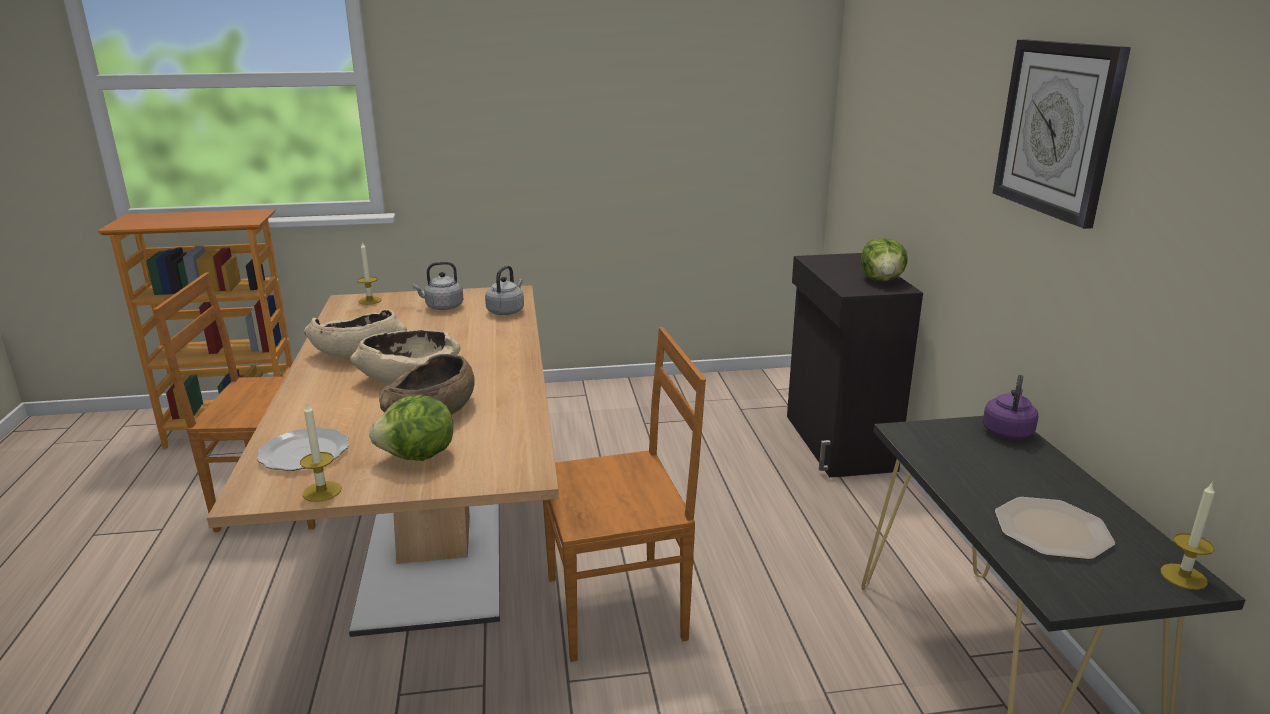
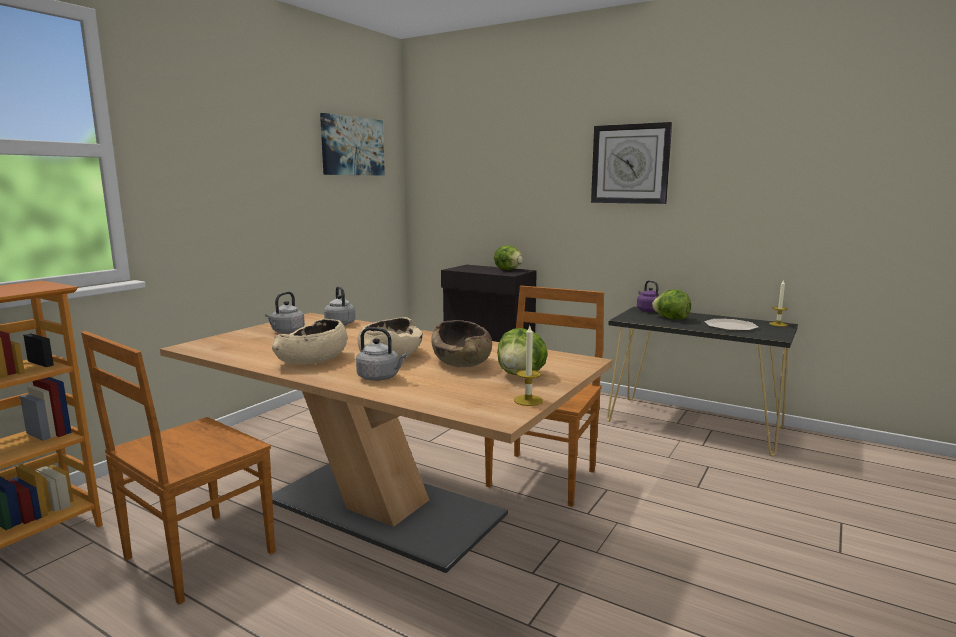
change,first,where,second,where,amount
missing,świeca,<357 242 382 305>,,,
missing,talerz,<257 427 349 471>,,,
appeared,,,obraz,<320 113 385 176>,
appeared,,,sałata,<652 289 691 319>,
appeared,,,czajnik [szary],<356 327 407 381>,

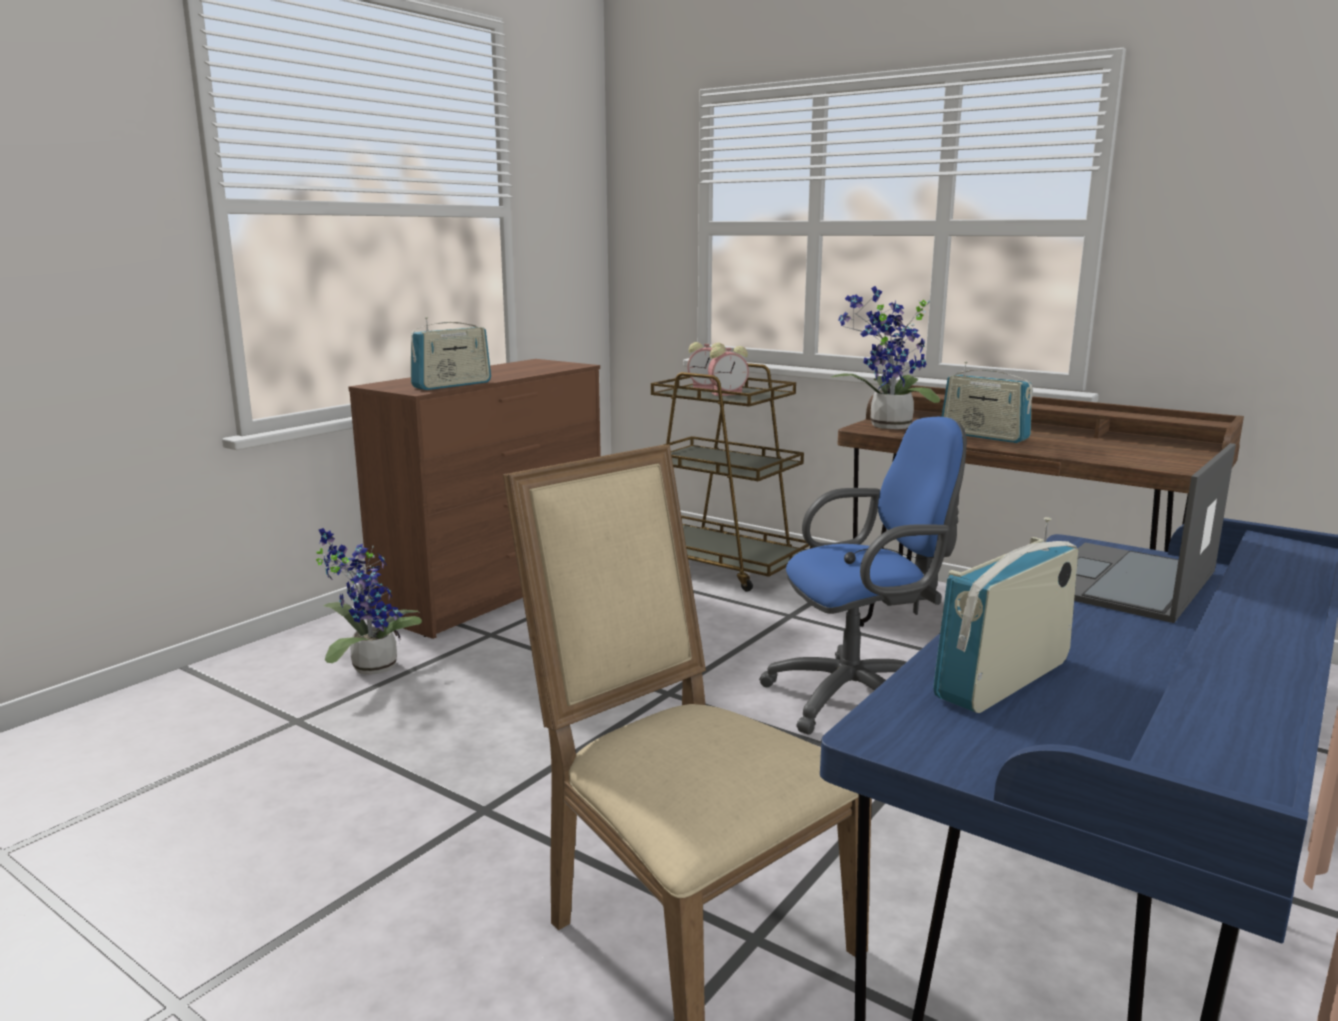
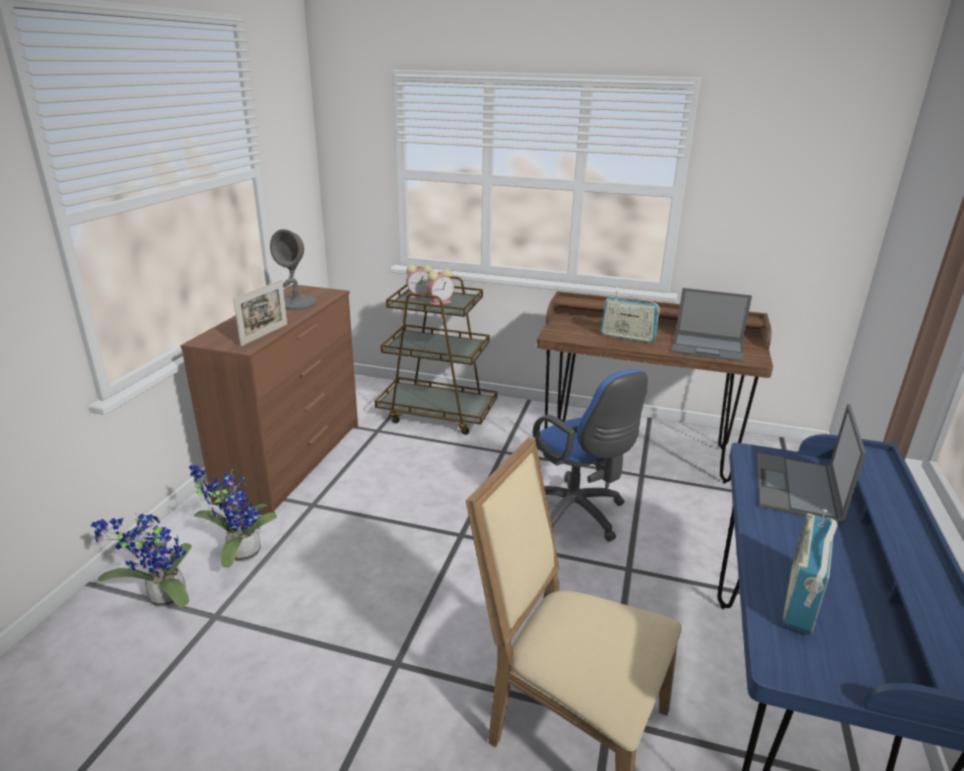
change,first,where,second,where,amount
relocated,roślina doniczkowa,<831 286 940 429>,,<91 512 192 607>,
exchanged,radio,<411 317 491 390>,ramka na zdjęcie,<233 280 287 346>,
spun,krzesło biurowe [niebieski],<759 417 967 735>,,<533 369 648 542>,90 degrees clockwise
appeared,,,lampa stołowa [szary],<270 229 316 310>,
appeared,,,laptop,<672 288 752 362>,

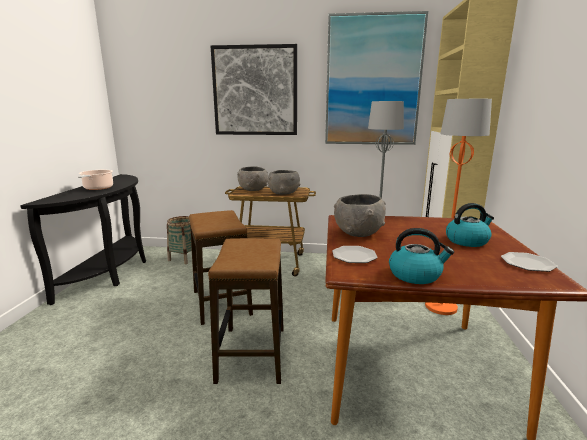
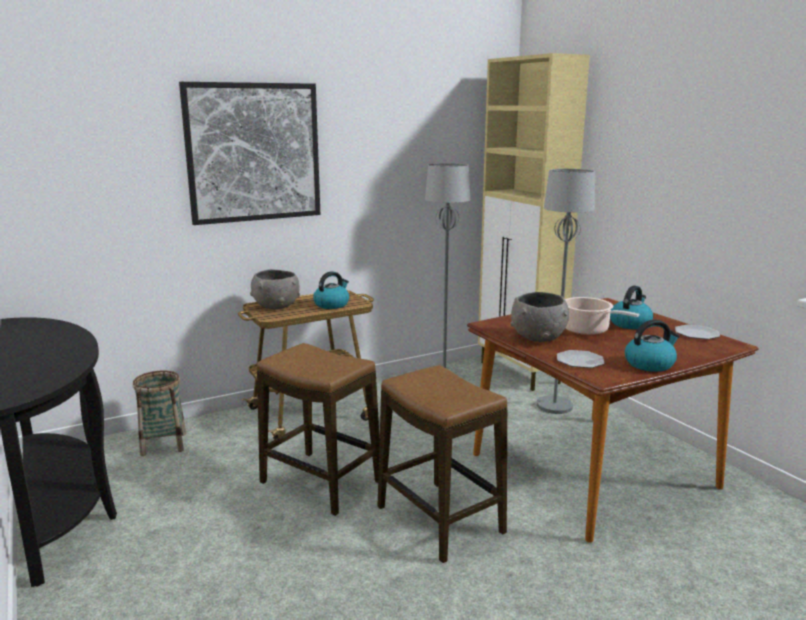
change,first,where,second,where,amount
missing,obraz,<325 11 428 145>,,,
colour,lampa stojąca [pomarańczowy],<425 99 492 315>,lampa stojąca [szary],<537 169 595 414>,
relocated,garnek,<78 170 113 190>,,<565 297 640 335>,
exchanged,miska [szary],<268 170 300 195>,czajnik,<313 271 349 309>,

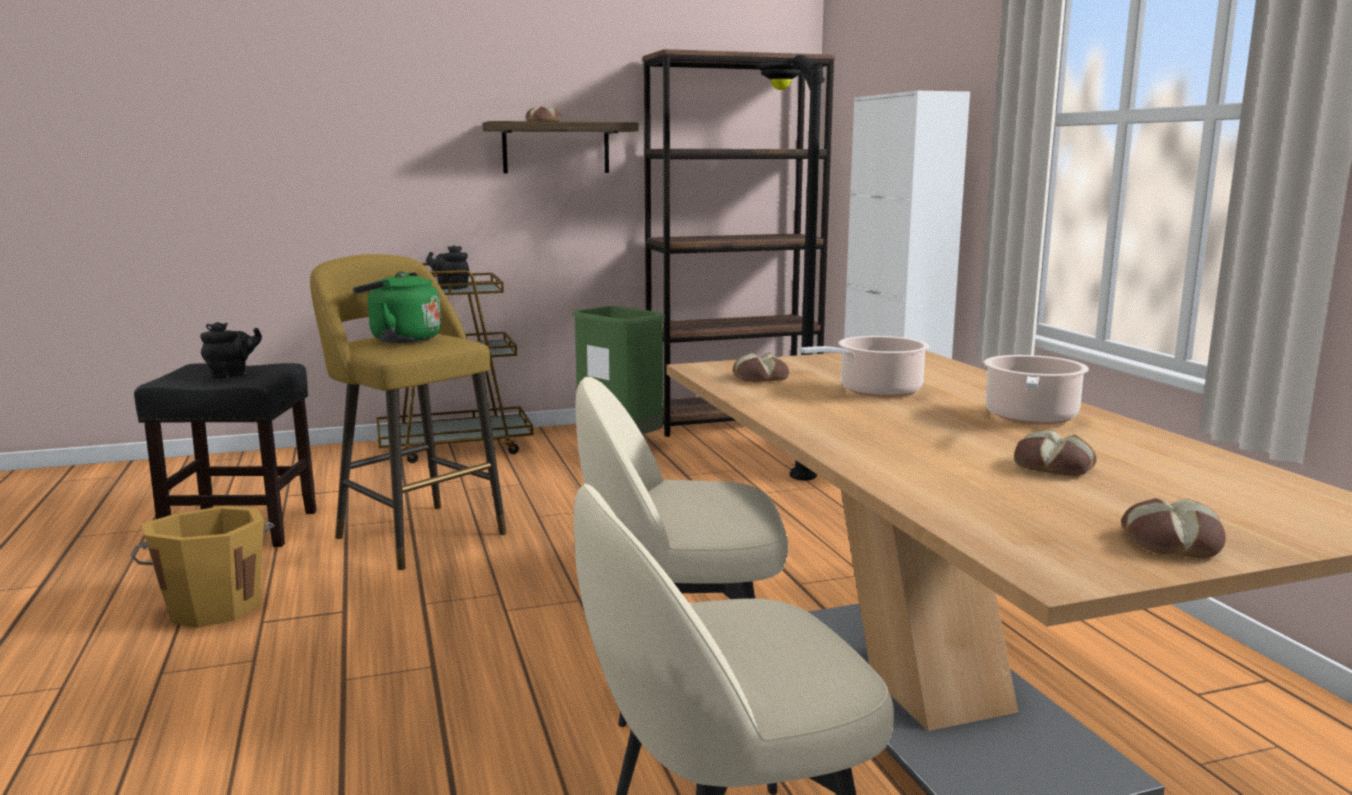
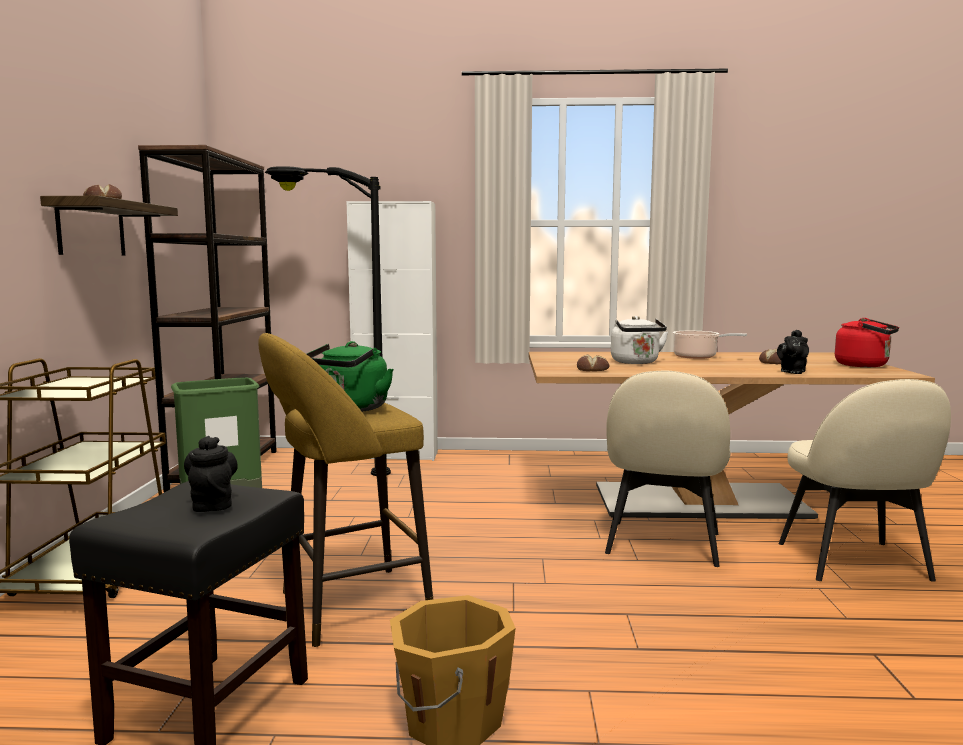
change,first,where,second,where,amount
relocated,imbryk [czarny],<426 245 469 290>,,<777 330 809 374>,
exchanged,garnek,<799 336 930 397>,czajnik [biały],<611 316 668 364>,
exchanged,chleb,<1121 498 1226 558>,czajnik [czerwony],<835 318 899 367>,

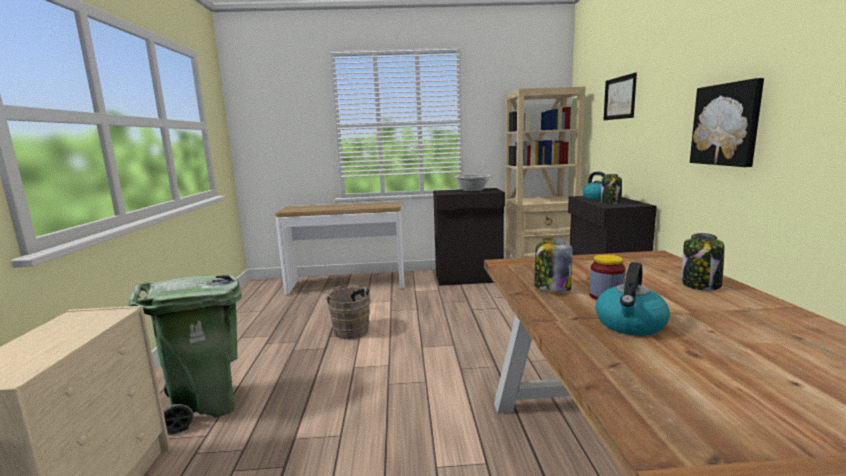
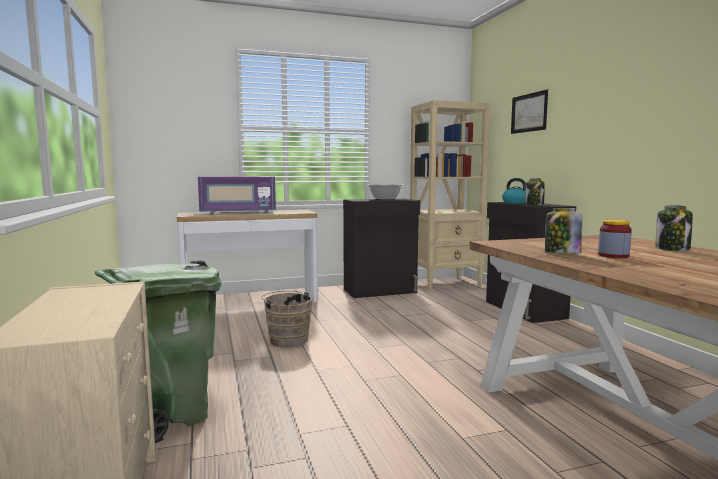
change,first,where,second,where,amount
missing,obraz,<690 78 764 167>,,,
missing,czajnik,<595 262 670 336>,,,
appeared,,,mikrofalówka [fioletowy],<198 176 276 214>,

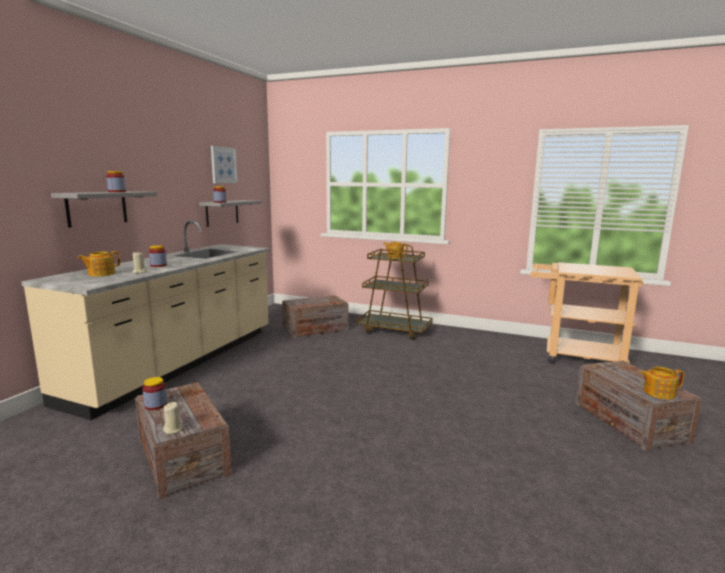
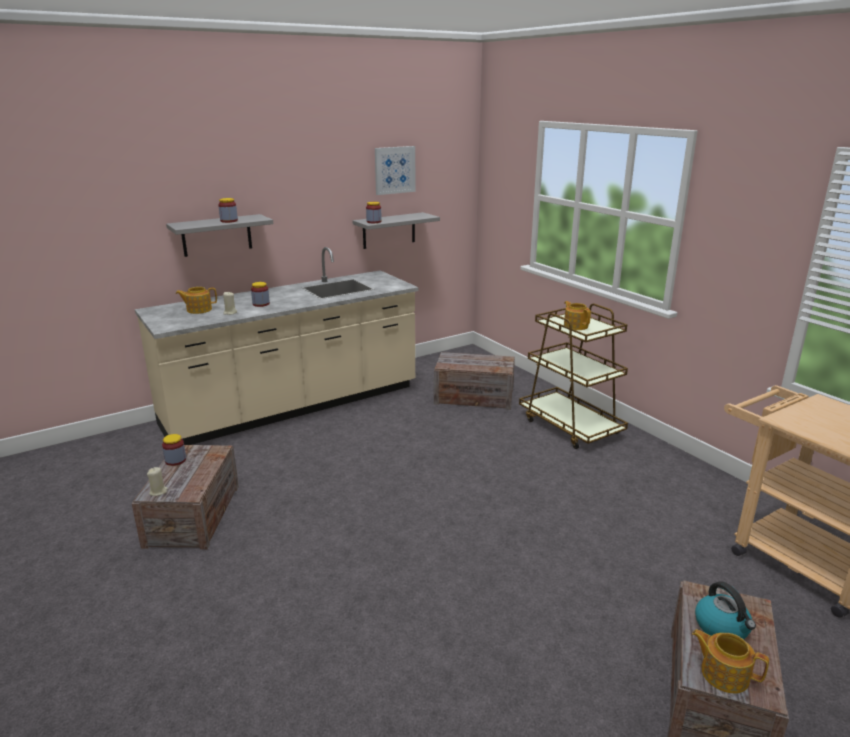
change,first,where,second,where,amount
appeared,,,czajnik,<695 581 756 639>,

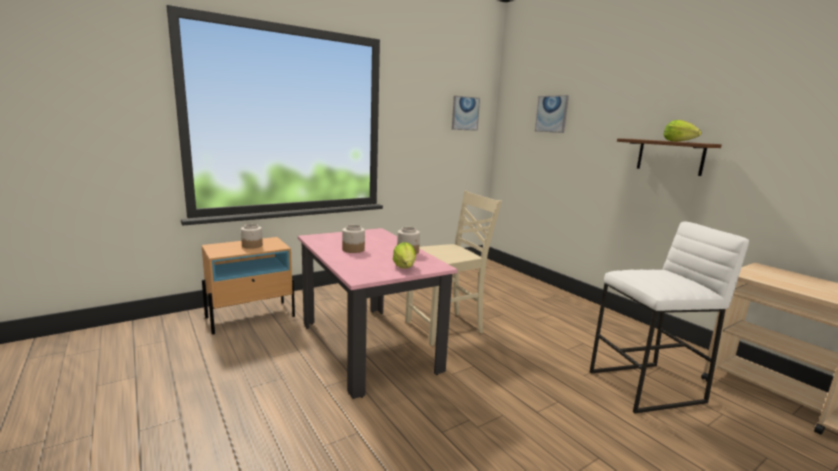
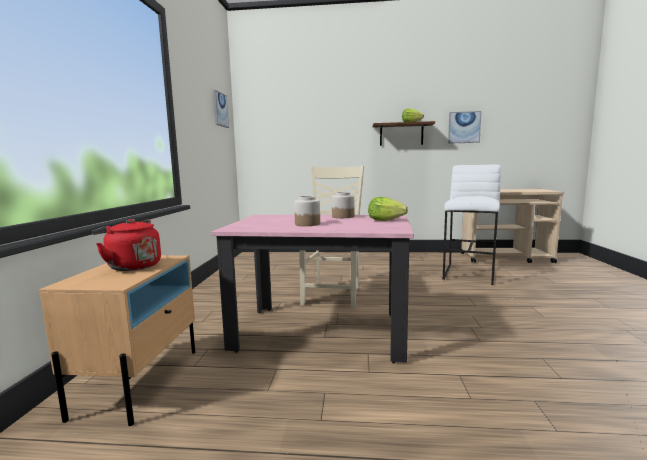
change,first,where,second,where,amount
relocated,obraz,<535 95 569 133>,,<448 111 481 144>,
exchanged,słoik,<241 224 263 249>,czajnik [czerwony],<92 219 161 271>,

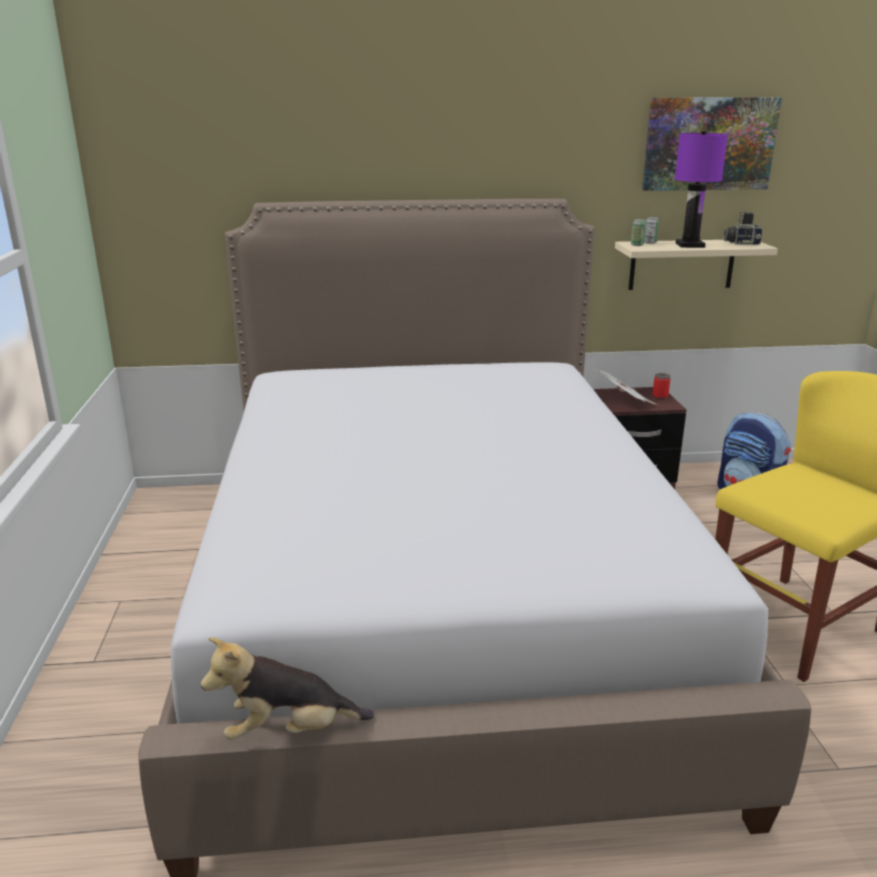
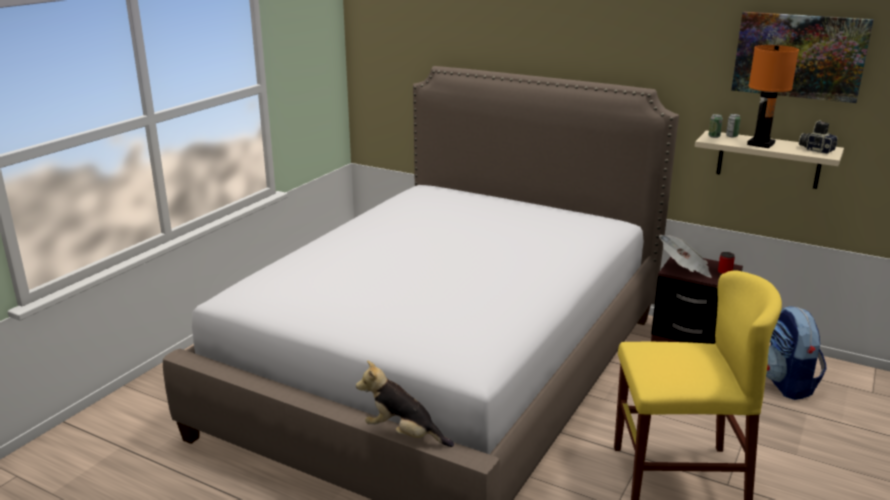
change,first,where,second,where,amount
colour,lampa stołowa [fioletowy],<675 131 728 248>,lampa stołowa [pomarańczowy],<747 45 799 148>,
relocated,pluszak,<201 637 374 740>,,<356 360 454 447>,

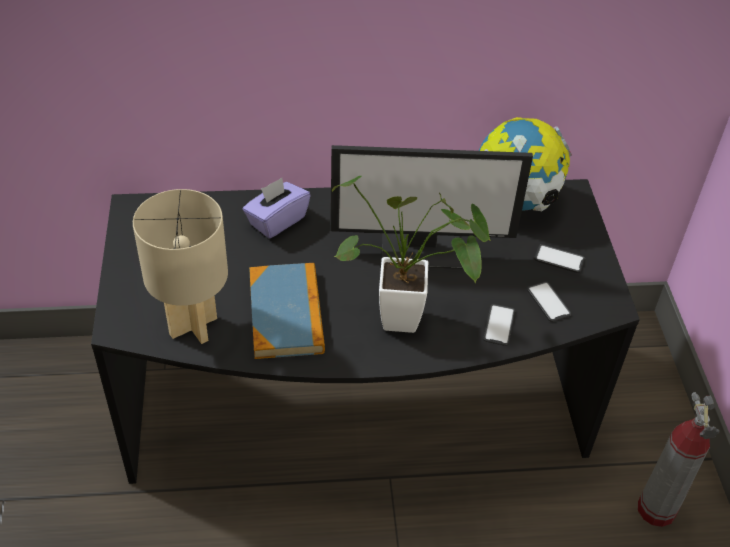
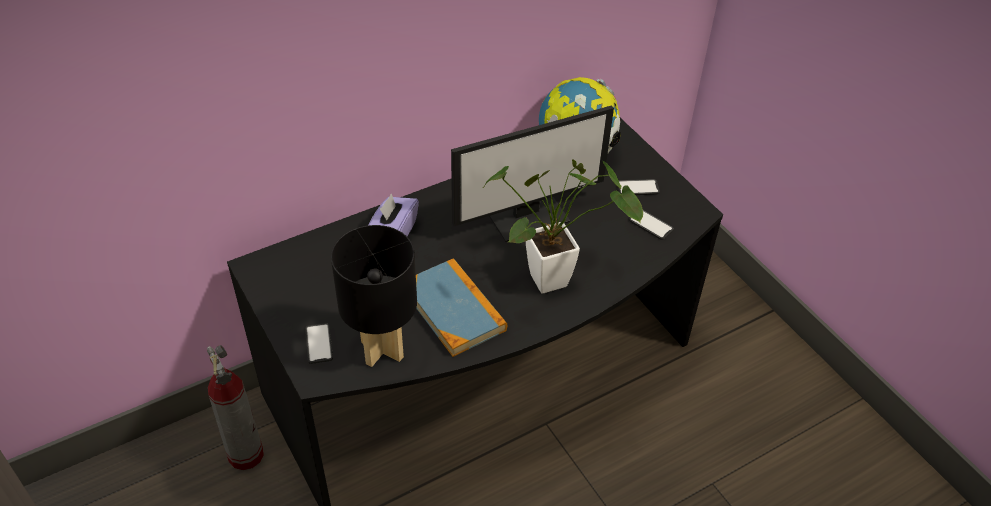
change,first,where,second,where,amount
colour,lampa stołowa [beżowy],<133 189 228 344>,lampa stołowa [czarny],<331 225 417 367>,
relocated,telefon,<483 304 515 346>,,<305 323 333 364>,
relocated,gaśnica,<638 392 719 527>,,<207 345 264 470>,

